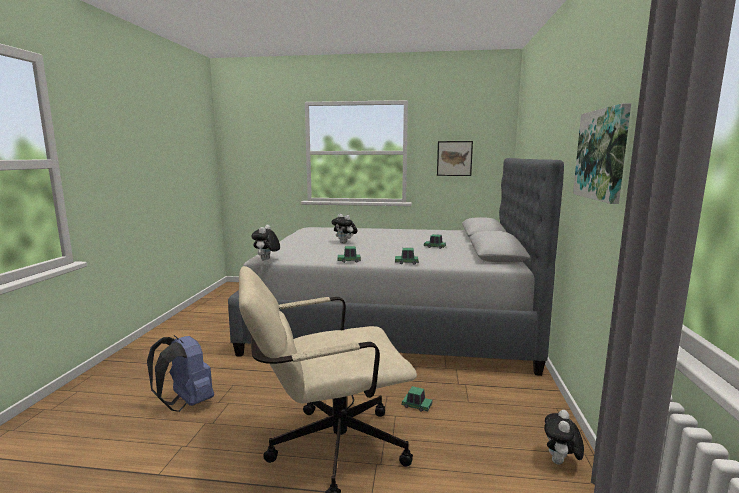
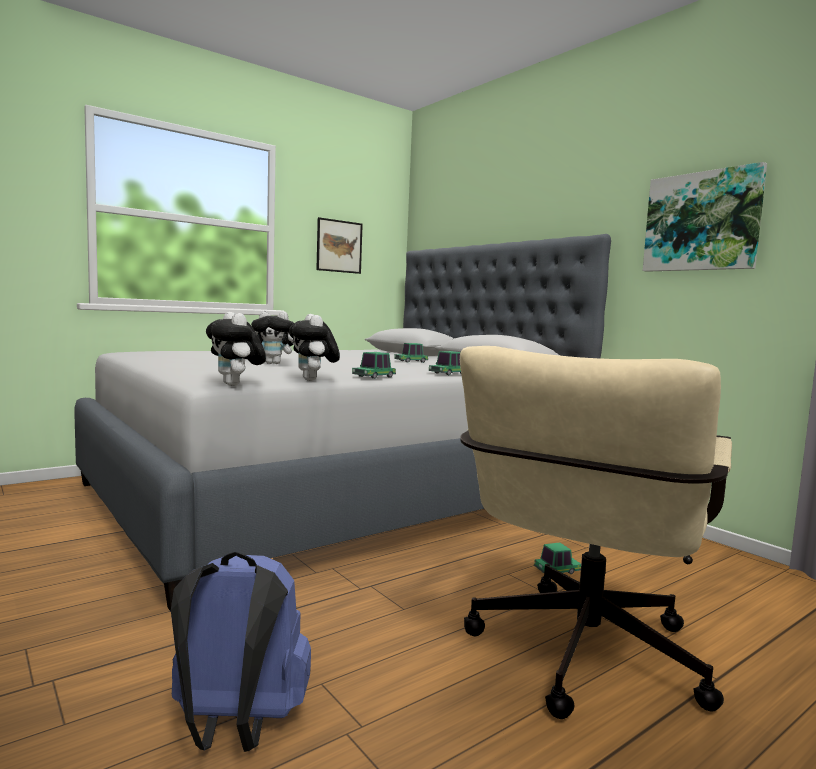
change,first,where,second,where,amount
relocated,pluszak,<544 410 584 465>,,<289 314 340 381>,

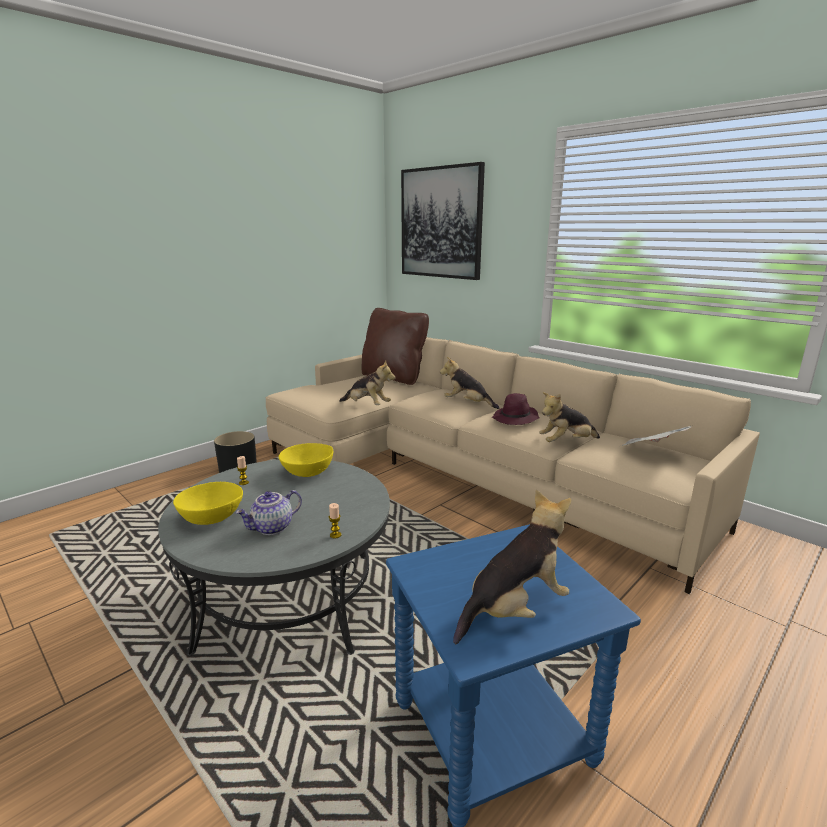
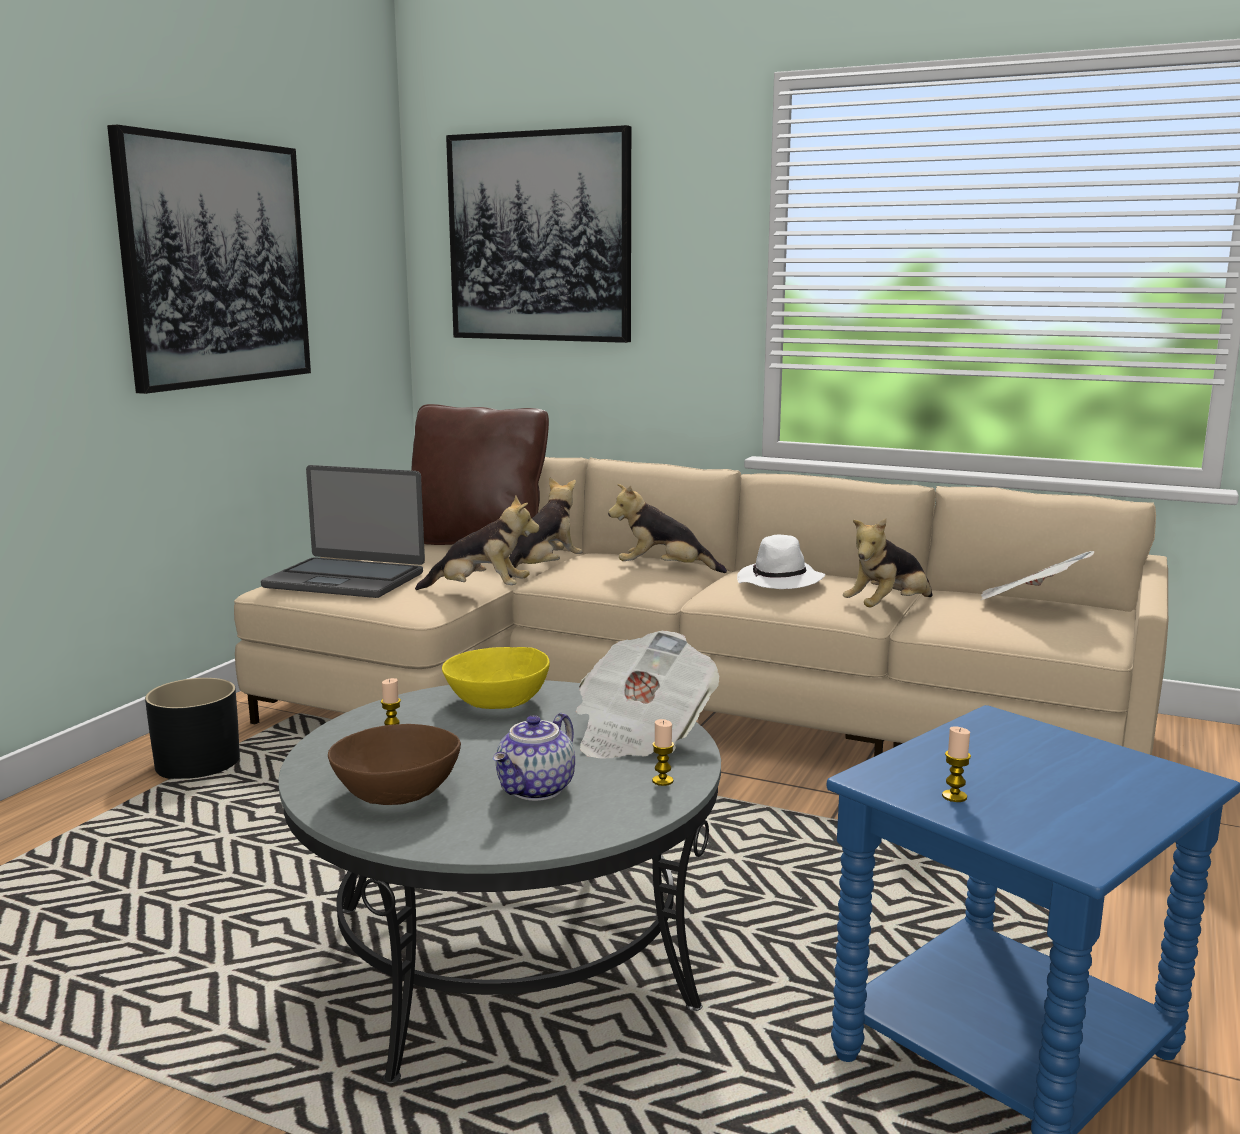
change,first,where,second,where,amount
colour,kapelusz [fioletowy],<492 393 540 425>,kapelusz [biały],<737 535 825 589>,
colour,miska [żółty],<173 482 243 525>,miska [brązowy],<328 724 461 805>,
relocated,pluszak,<453 490 571 644>,,<508 477 582 578>,
appeared,,,obraz,<107 125 311 394>,
appeared,,,laptop,<261 465 425 598>,
appeared,,,gazeta,<576 631 720 759>,
appeared,,,świeca,<942 726 971 802>,

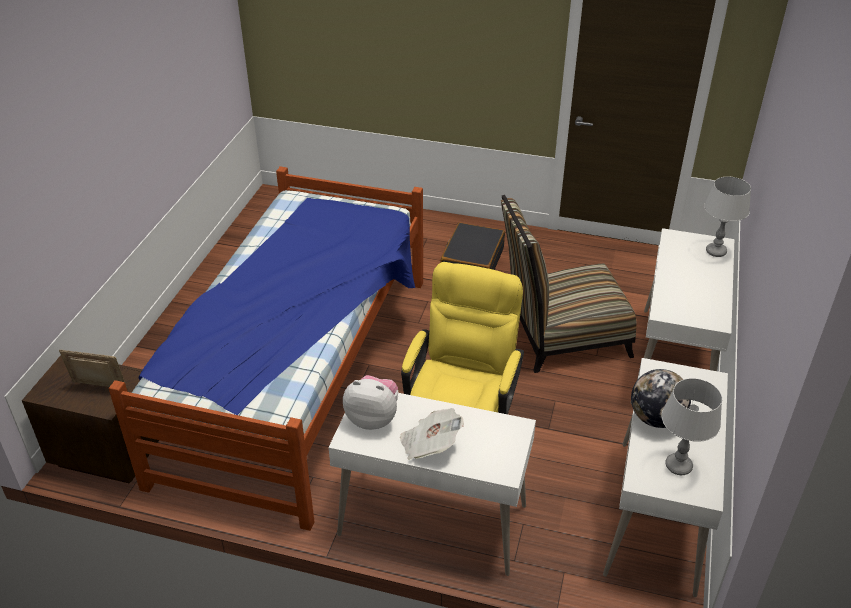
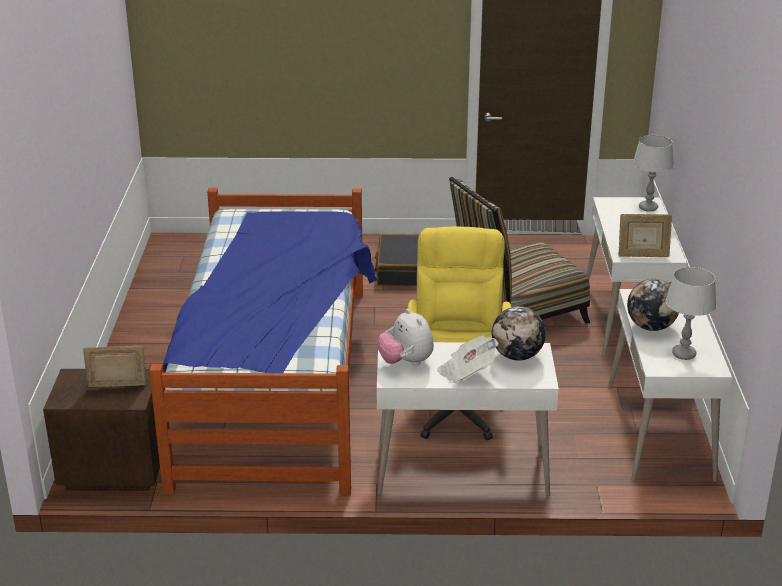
change,first,where,second,where,amount
spun,pluszak,<343 375 398 430>,,<377 309 434 365>,120 degrees counterclockwise
appeared,,,ramka na zdjęcie,<619 214 672 257>,
appeared,,,globus,<492 306 546 361>,

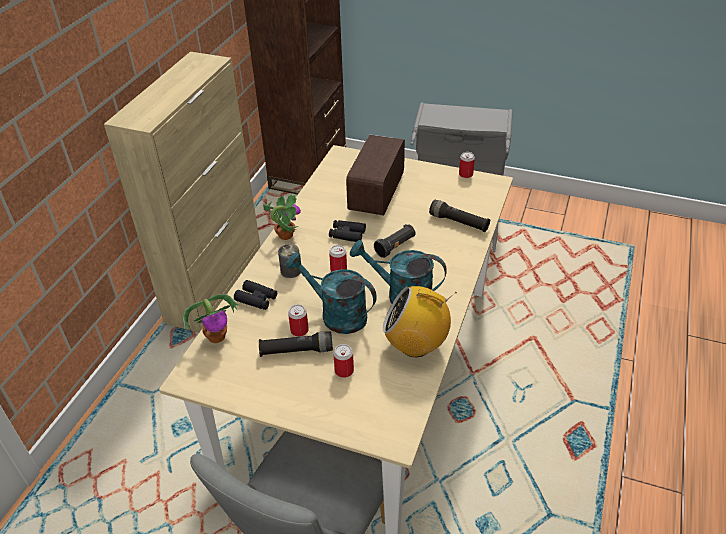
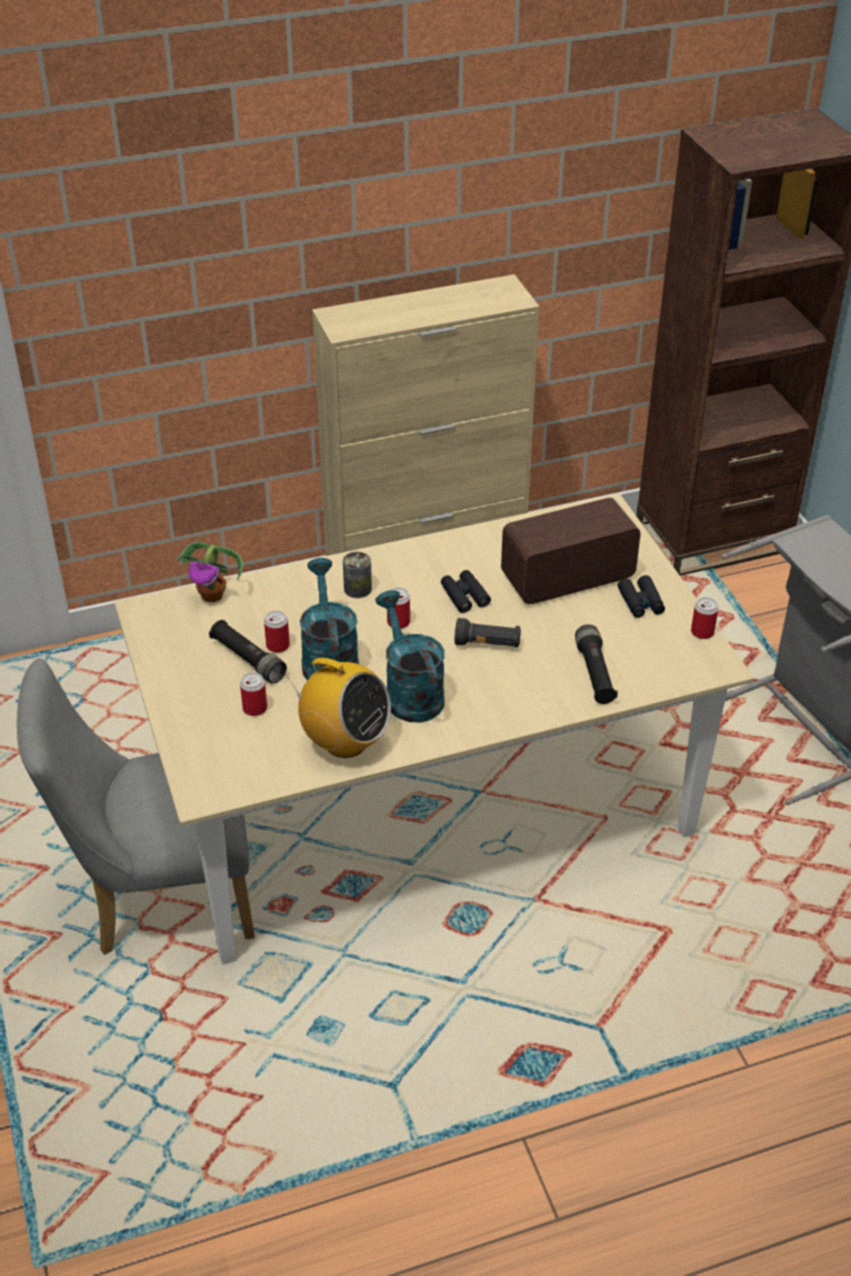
change,first,where,second,where,amount
missing,roślina doniczkowa,<263 194 301 240>,,,
relocated,lornetka [czarny],<234 280 277 310>,,<618 575 665 618>,
spun,radio,<383 286 457 357>,,<288 658 391 758>,150 degrees clockwise

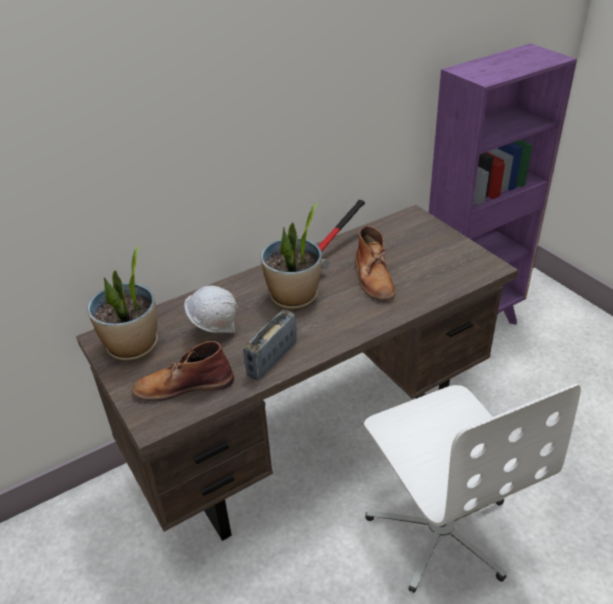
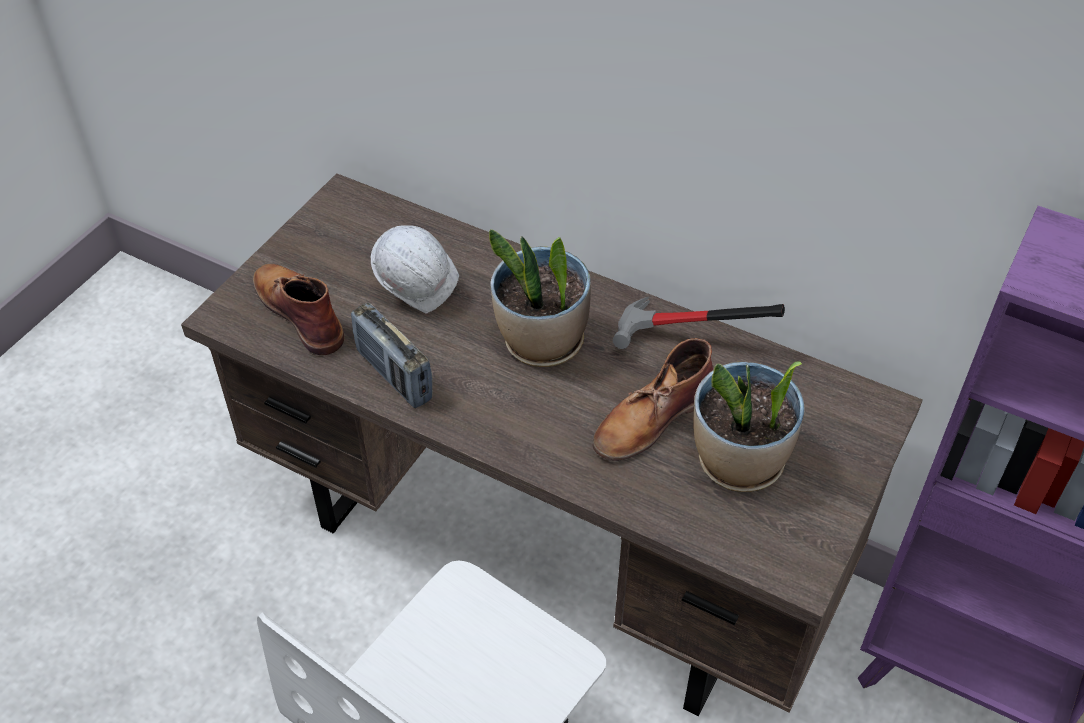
change,first,where,second,where,amount
relocated,roślina doniczkowa,<87 246 158 361>,,<694 362 804 492>,
spun,radio,<243 309 297 380>,,<351 303 433 408>,135 degrees counterclockwise

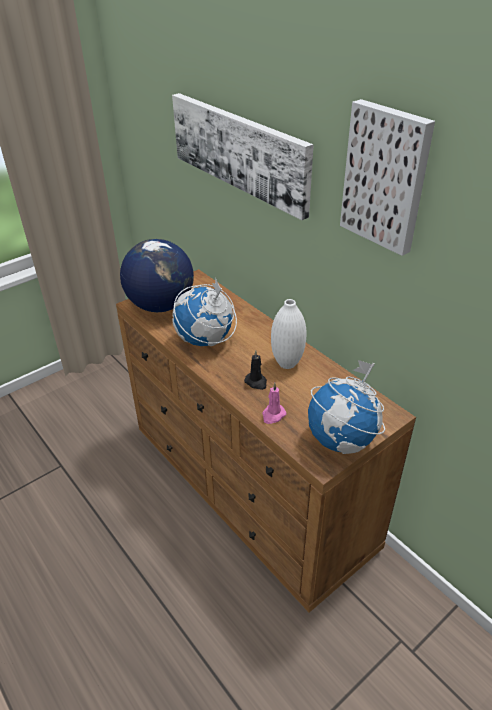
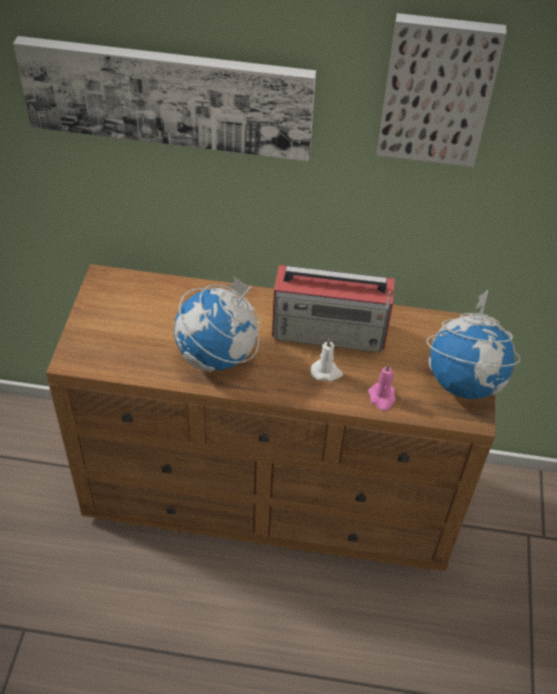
change,first,where,second,where,amount
missing,globus,<120 239 194 312>,,,
exchanged,wazon [biały],<271 299 306 369>,radio,<272 265 395 352>,
colour,świeca [czarny],<244 350 267 390>,świeca [biały],<311 338 343 381>,

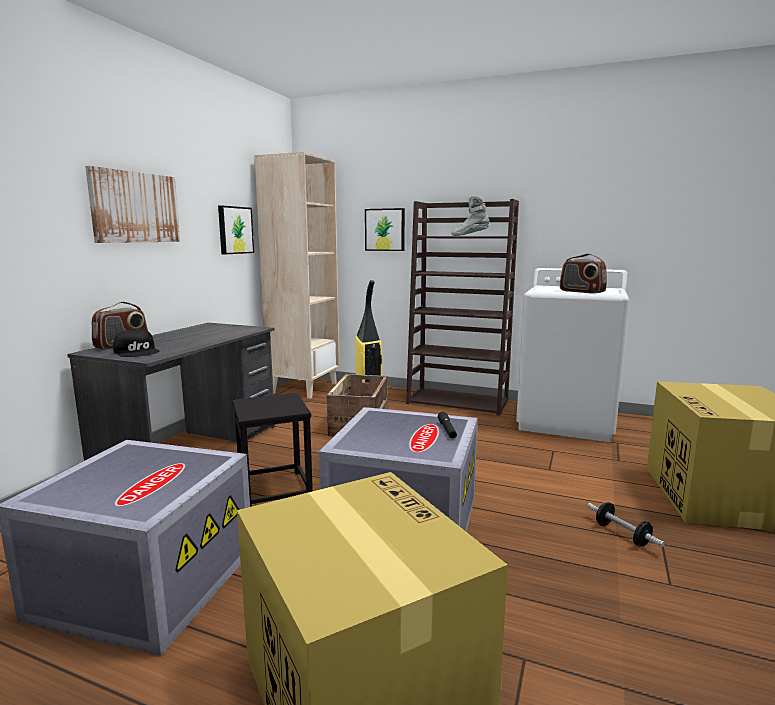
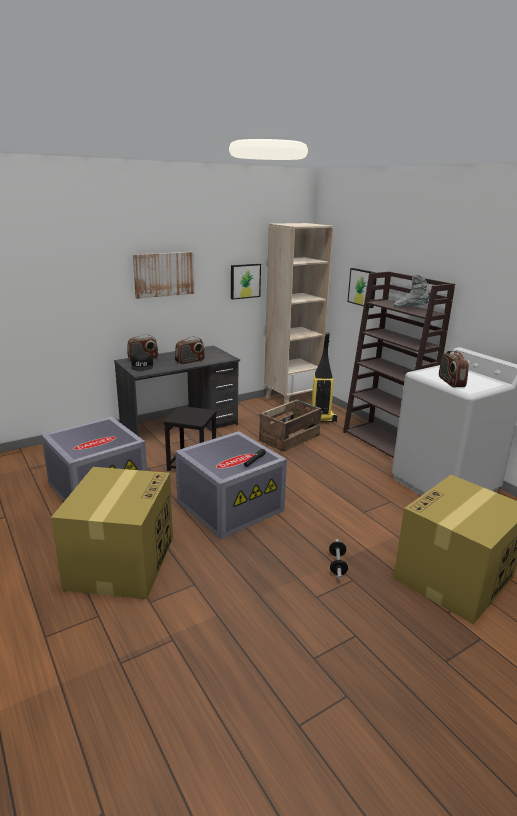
change,first,where,second,where,amount
appeared,,,radio,<175 336 205 364>,

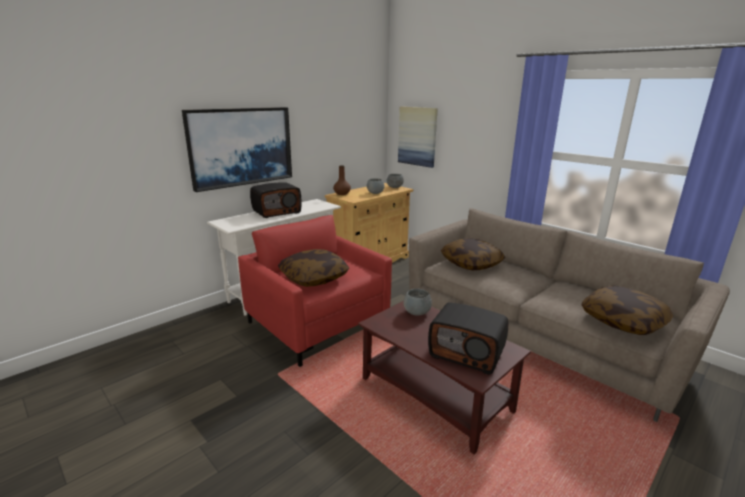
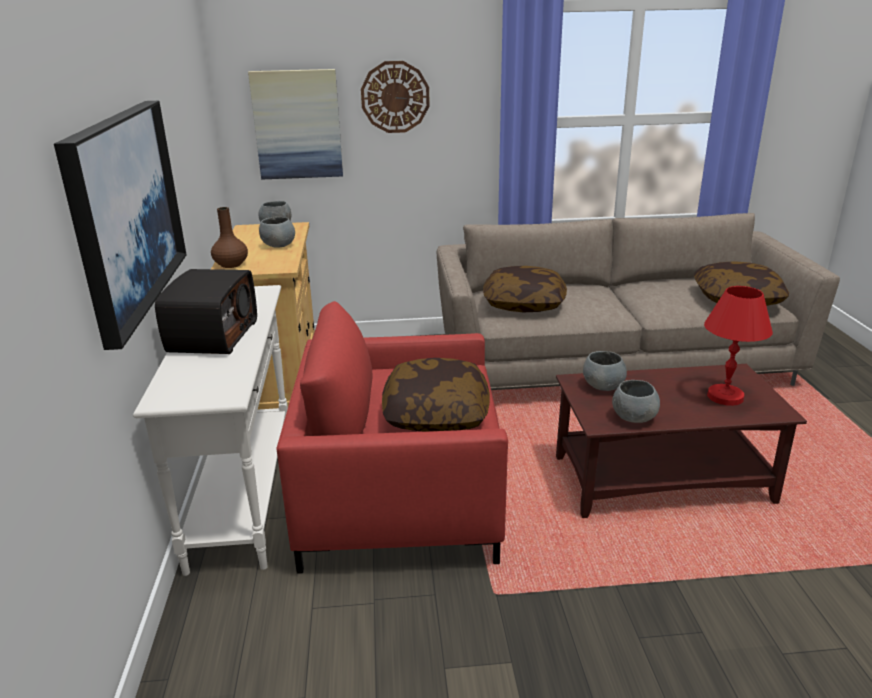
change,first,where,second,where,amount
exchanged,radio,<428 302 508 375>,lampa stołowa [czerwony],<704 286 773 406>,
appeared,,,zegar ścienny,<361 61 430 133>,
appeared,,,miska [szary],<612 380 660 423>,

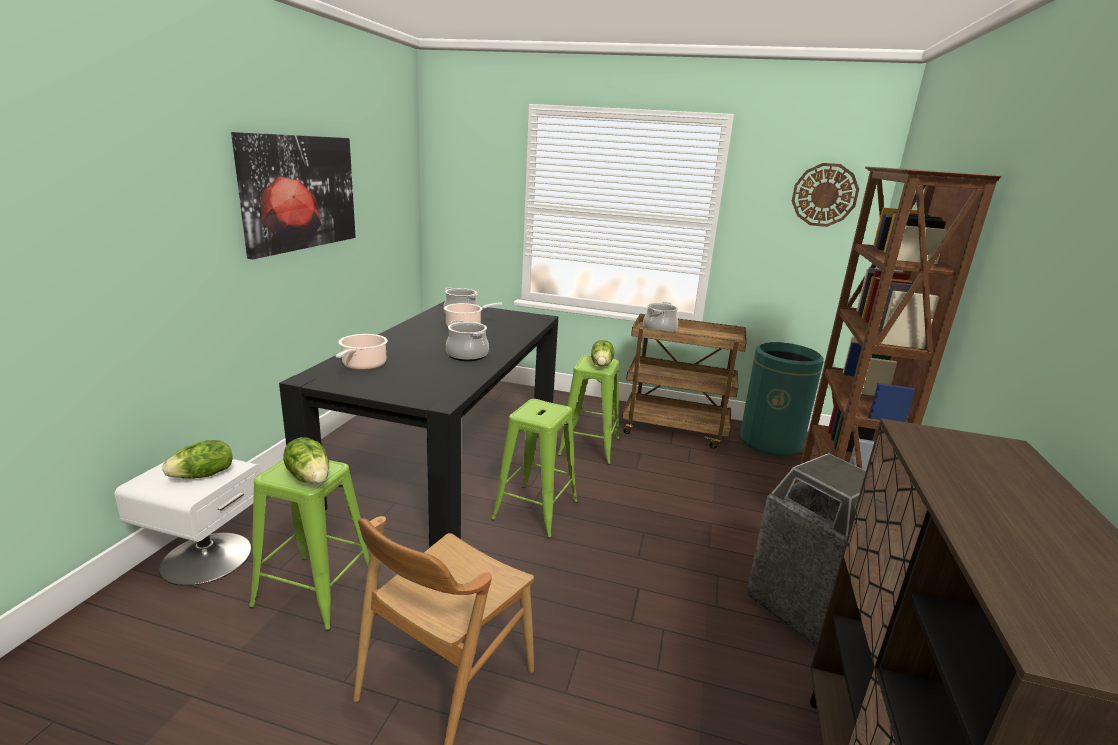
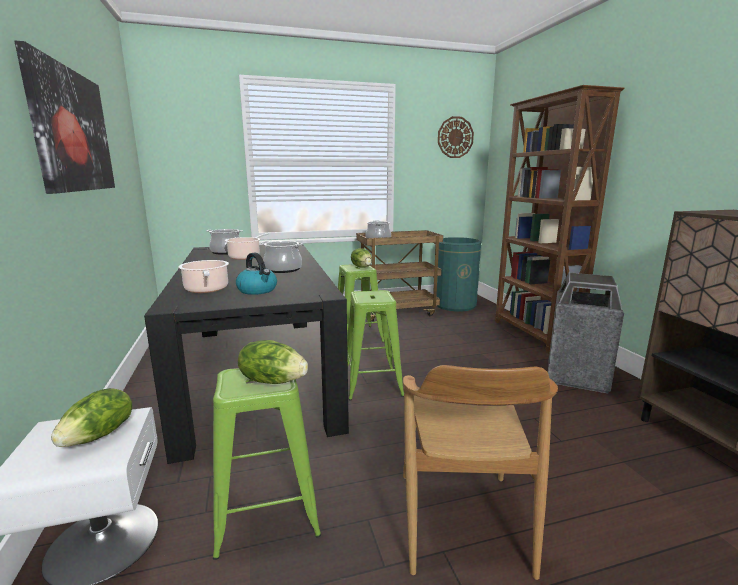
change,first,where,second,where,amount
appeared,,,czajnik,<236 253 277 295>,

